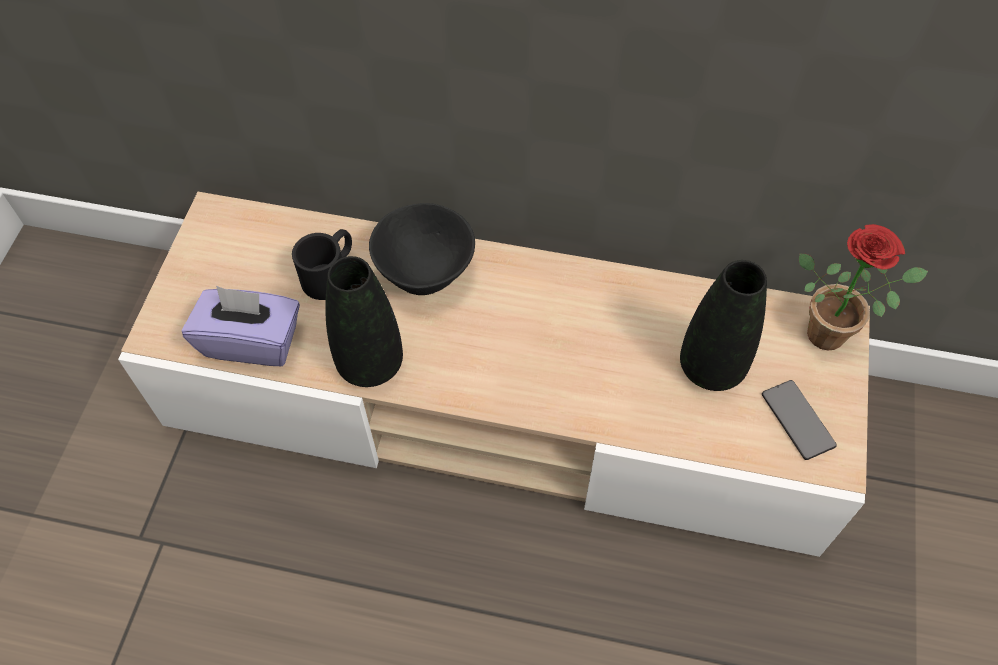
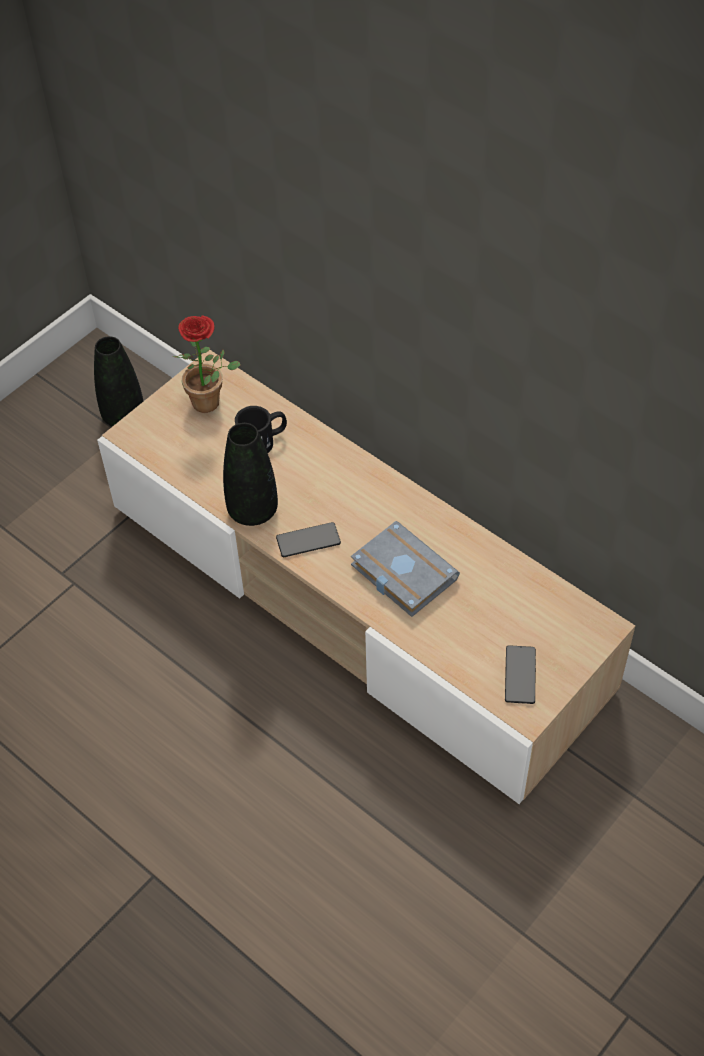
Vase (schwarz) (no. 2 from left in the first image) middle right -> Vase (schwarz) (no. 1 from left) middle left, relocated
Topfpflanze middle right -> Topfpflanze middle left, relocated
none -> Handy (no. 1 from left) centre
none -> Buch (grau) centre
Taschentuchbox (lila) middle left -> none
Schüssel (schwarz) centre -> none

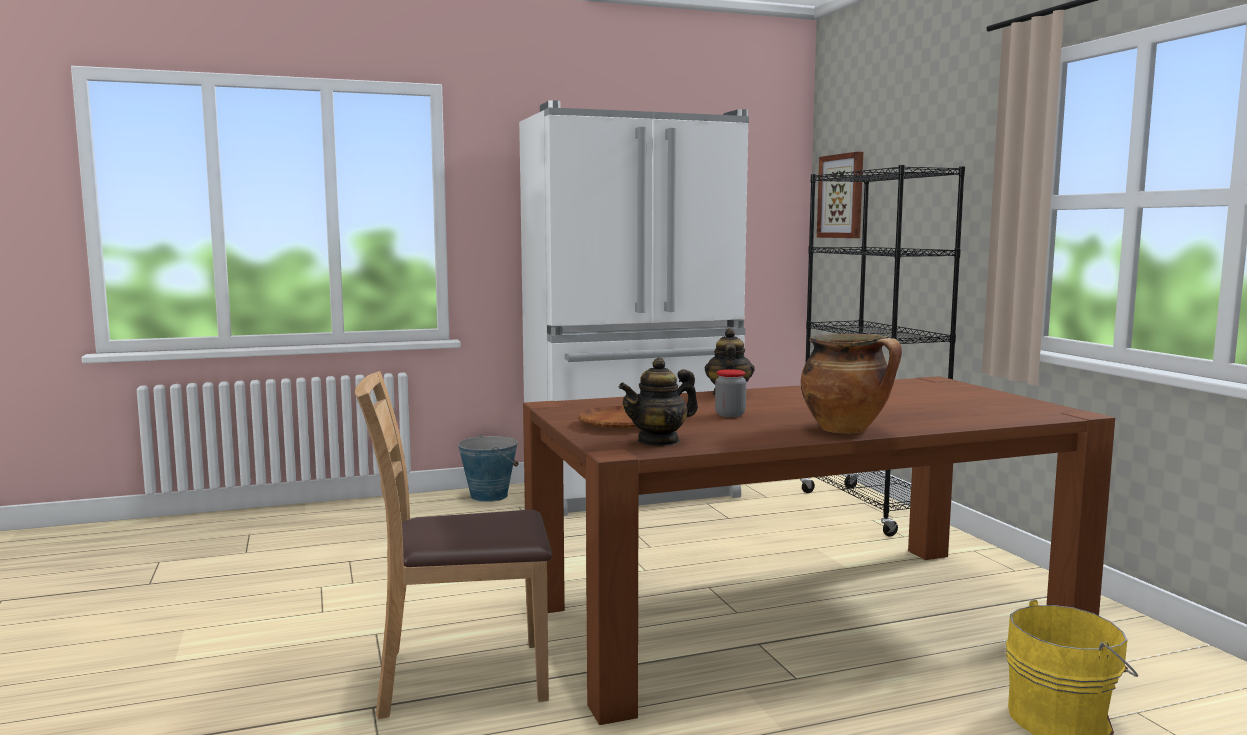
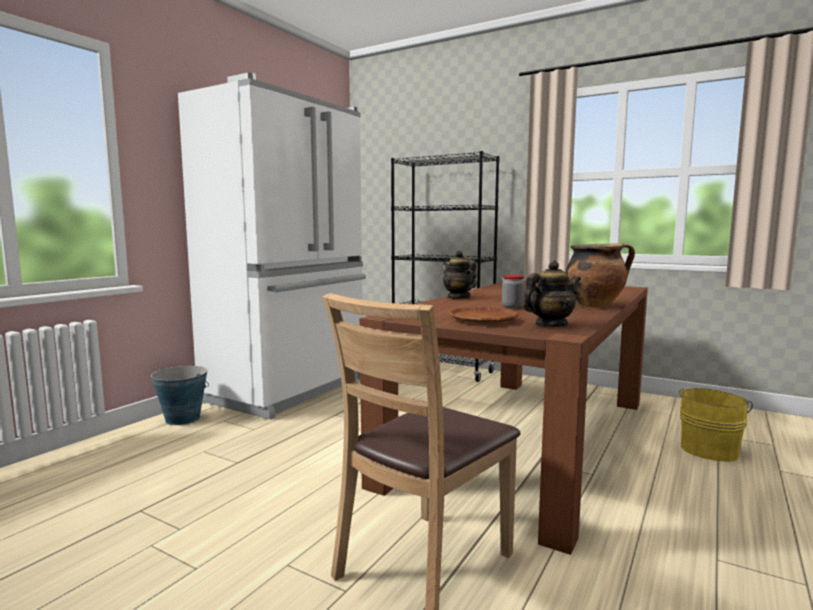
Teekanne (no. 1 from left in the first image) centre -> Teekanne (no. 2 from left) middle right, 135 degrees counterclockwise
Bild top right -> none

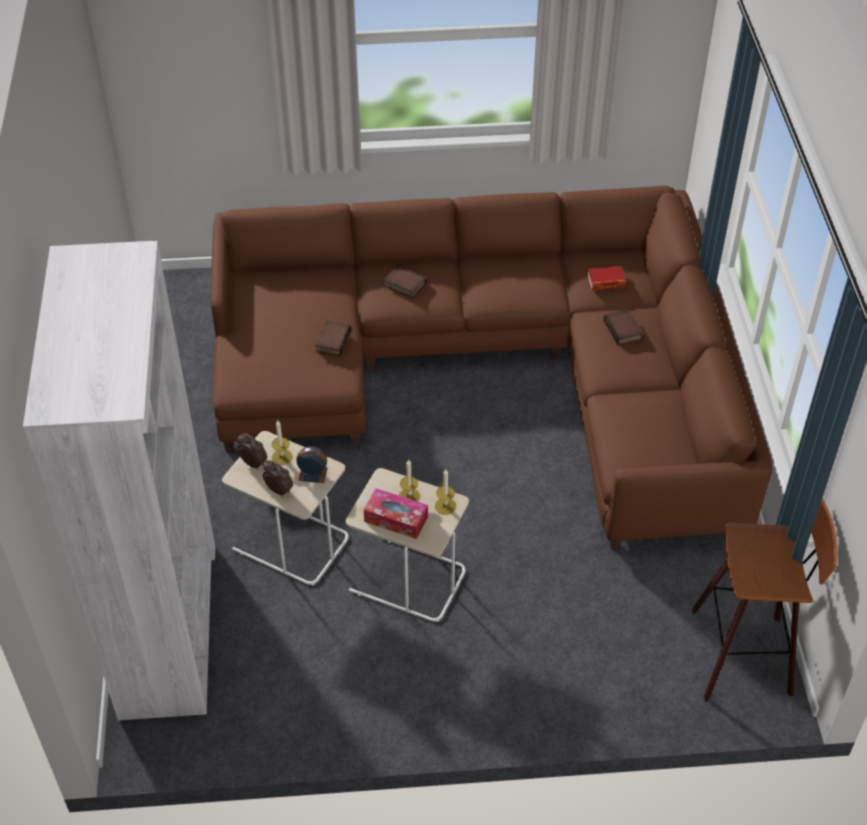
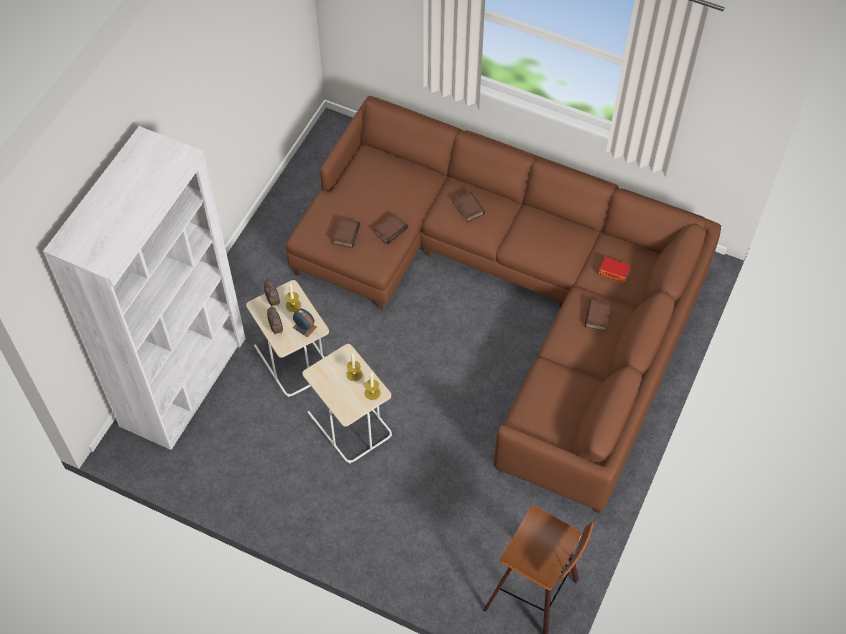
none -> Buch (no. 1 from left) centre
Taschentuchbox centre -> none

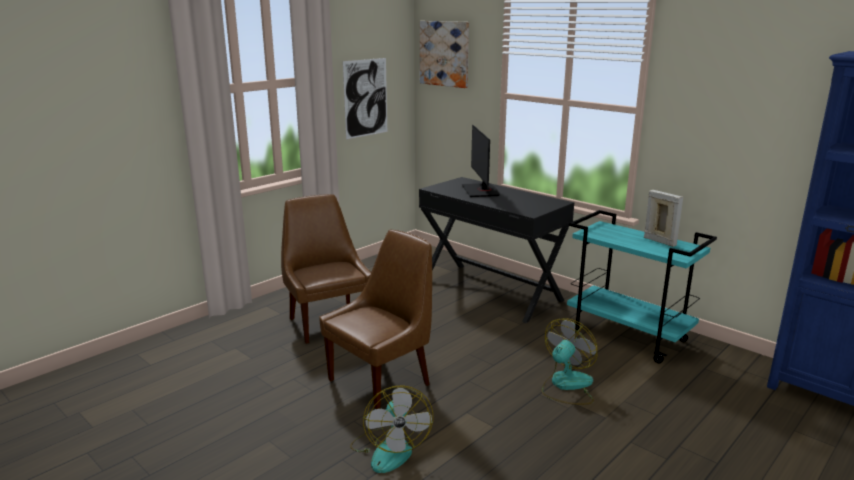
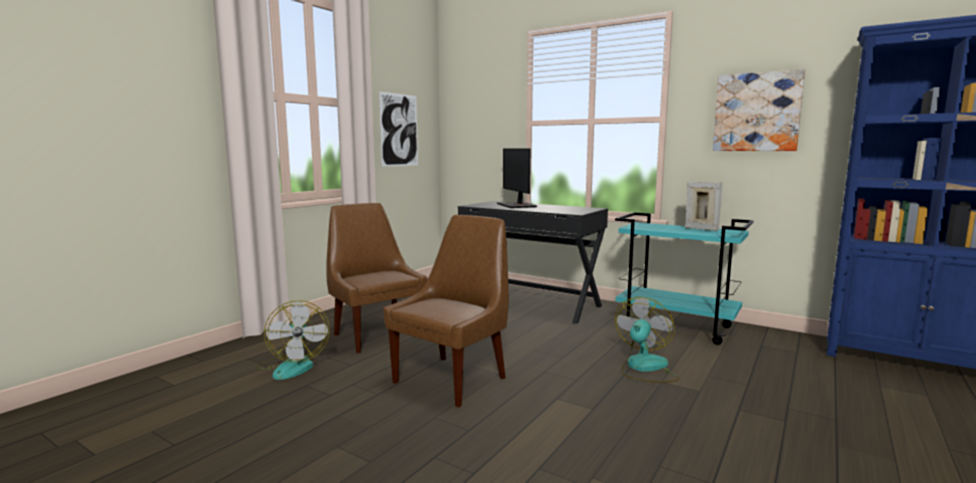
Ventilator (no. 1 from left) bottom centre -> Ventilator (no. 1 from left) bottom left, relocated
Bild (no. 2 from left) top centre -> Bild (no. 2 from left) top right, relocated

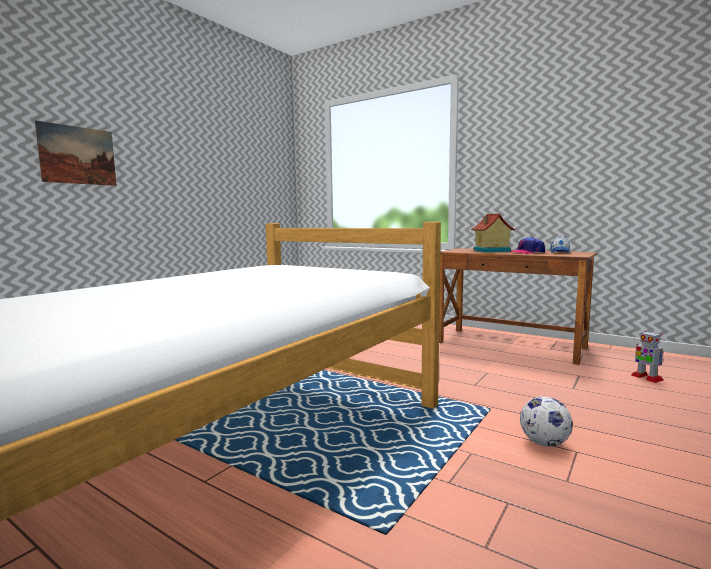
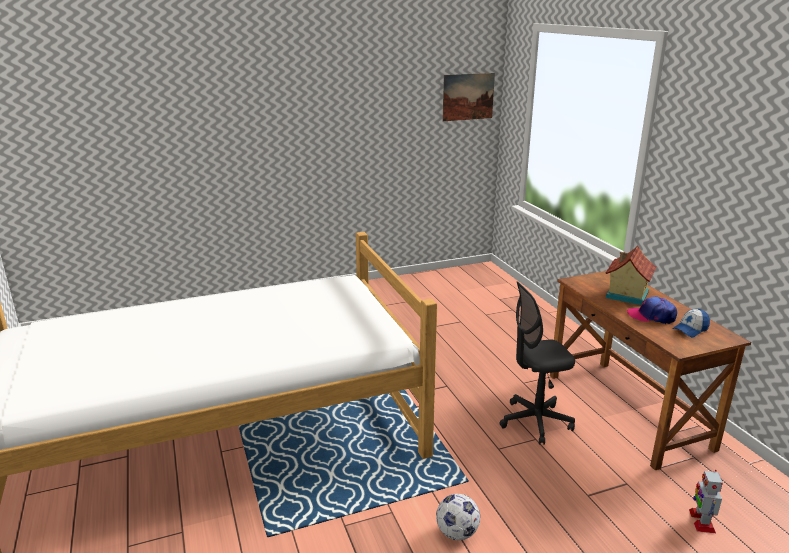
Bild top left -> Bild top centre, relocated
none -> Bürostuhl (grau) middle right

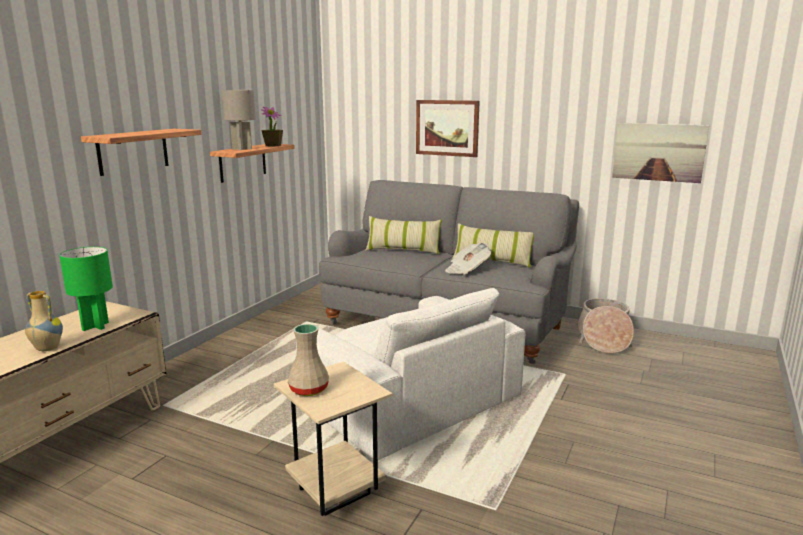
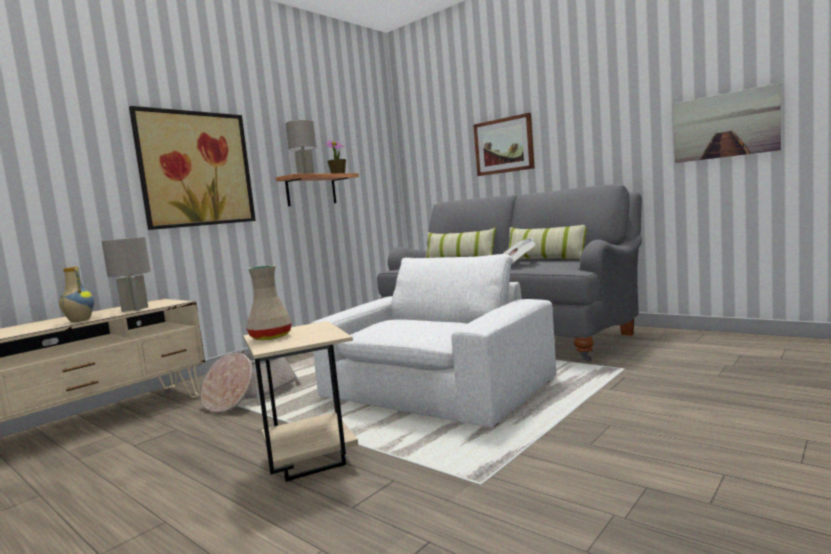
Tischlampe (grün) middle left -> Tischlampe (grau) (no. 1 from left) middle left
Wandregal (no. 1 from left) top left -> Bild (no. 1 from left) top left
Korb middle right -> Korb bottom left, relocated
Sessel (weiß) bottom centre -> Sessel (weiß) centre, 120 degrees counterclockwise

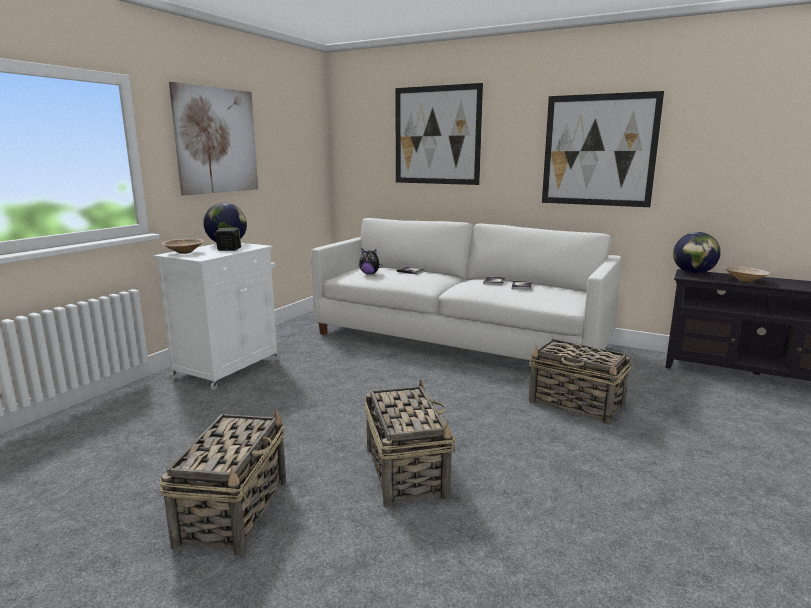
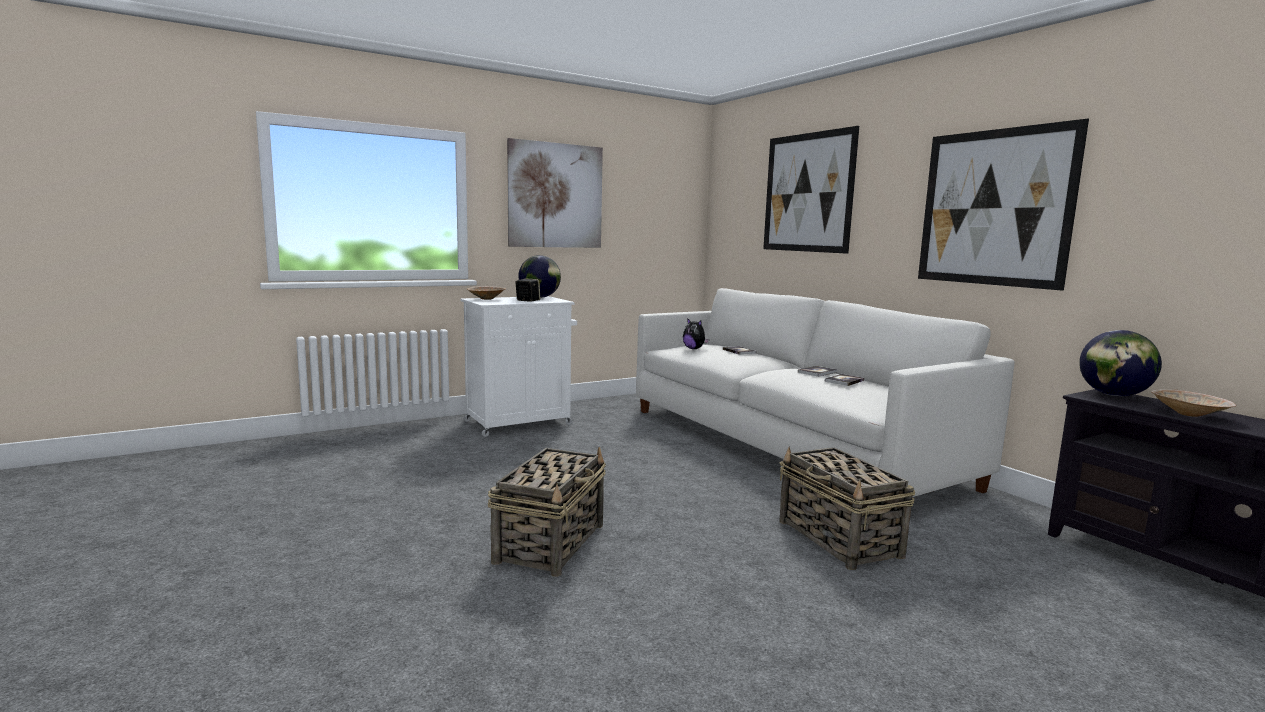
Korb (no. 1 from left) bottom left -> none

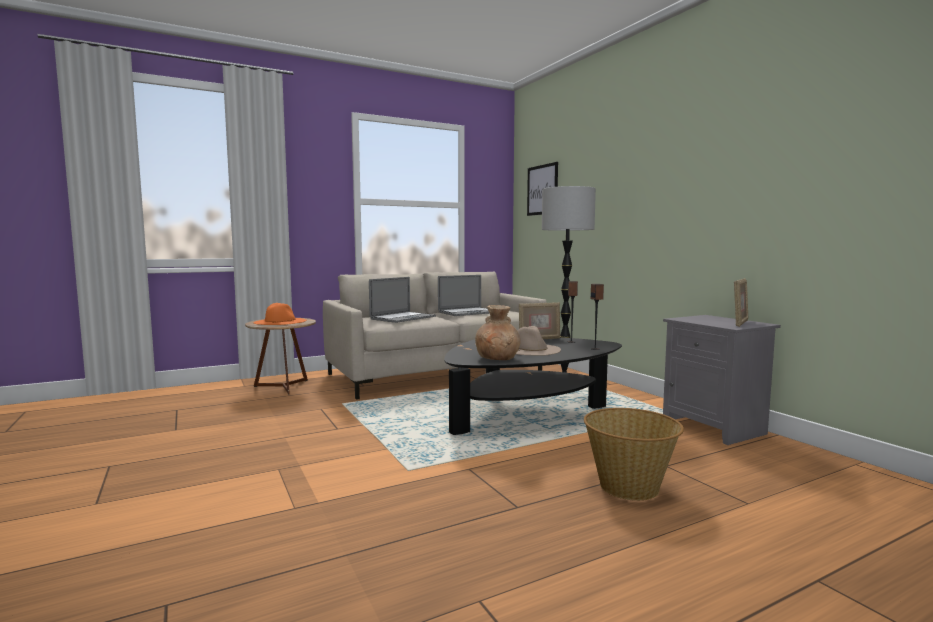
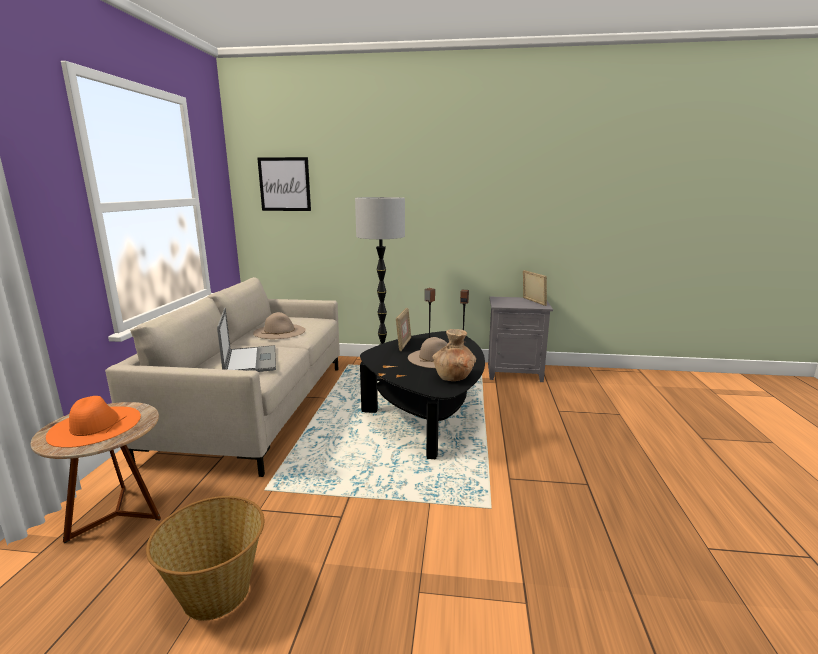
Korb bottom right -> Korb bottom left, relocated
Laptop (no. 2 from left) centre -> Hut (beige) (no. 1 from left) centre

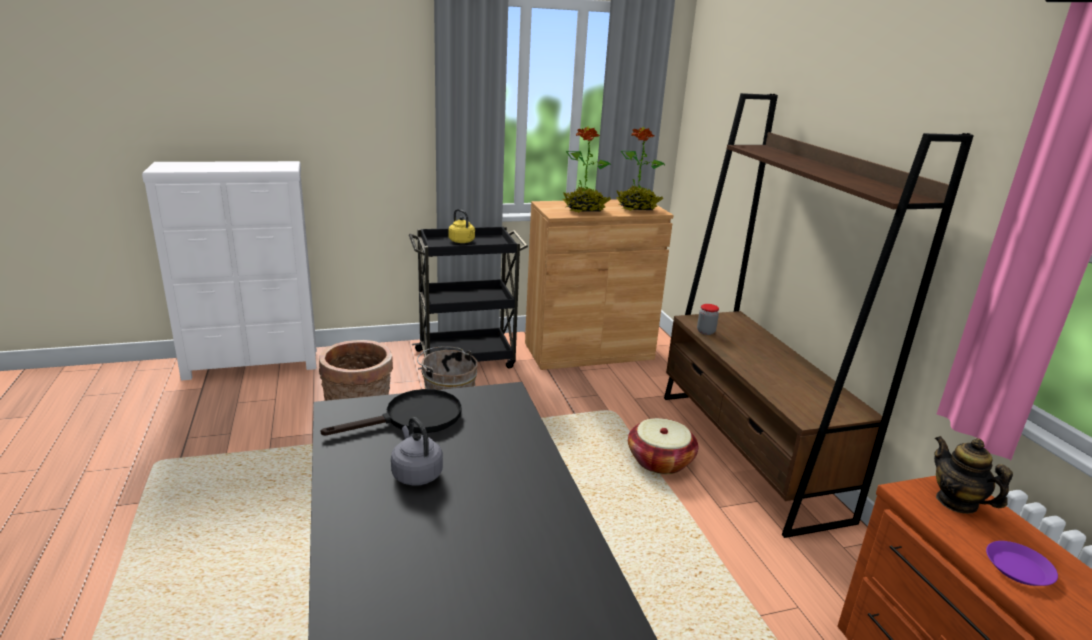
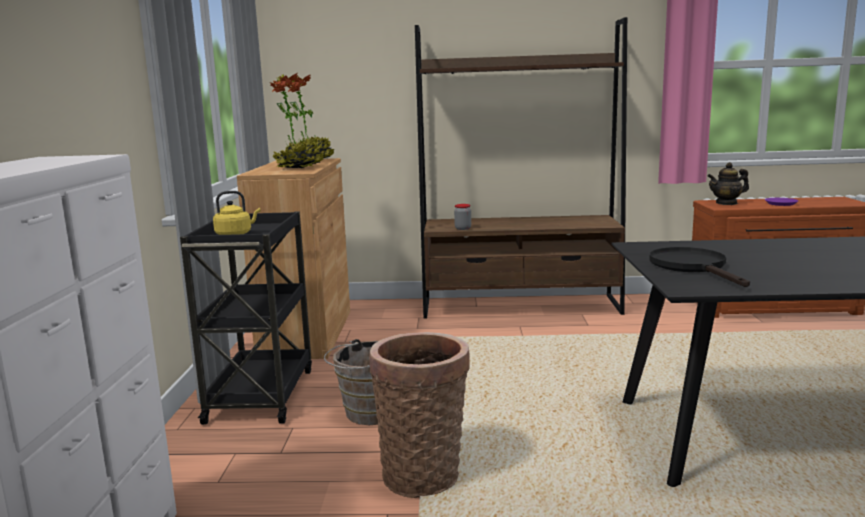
Wasserkessel (grau) bottom centre -> none
Korb (no. 2 from left) bottom centre -> none

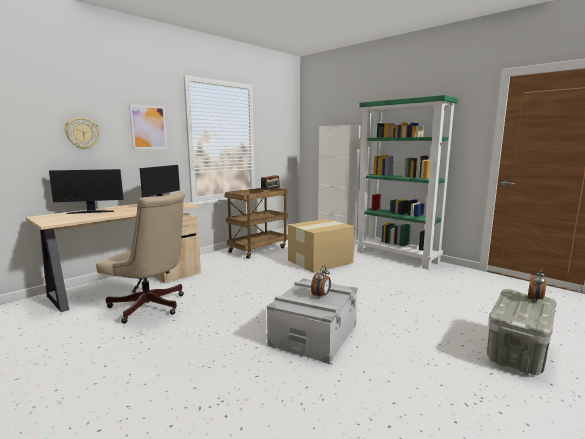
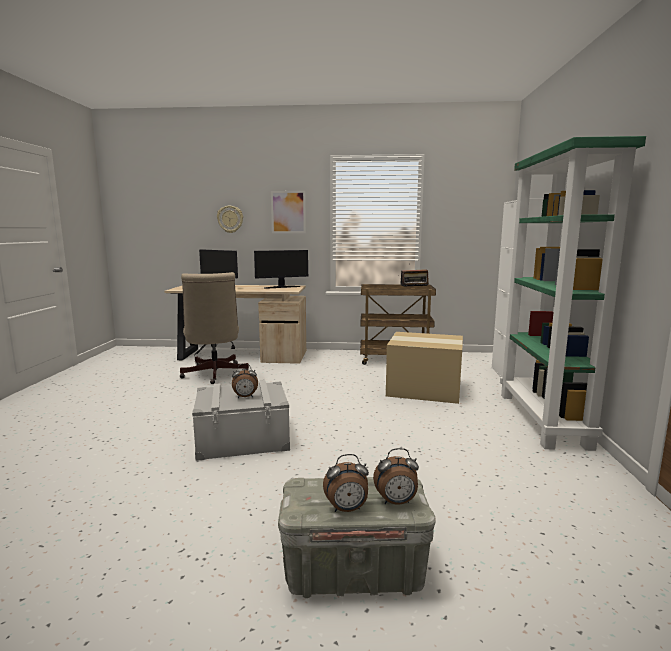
none -> Wecker (no. 2 from left) bottom centre

